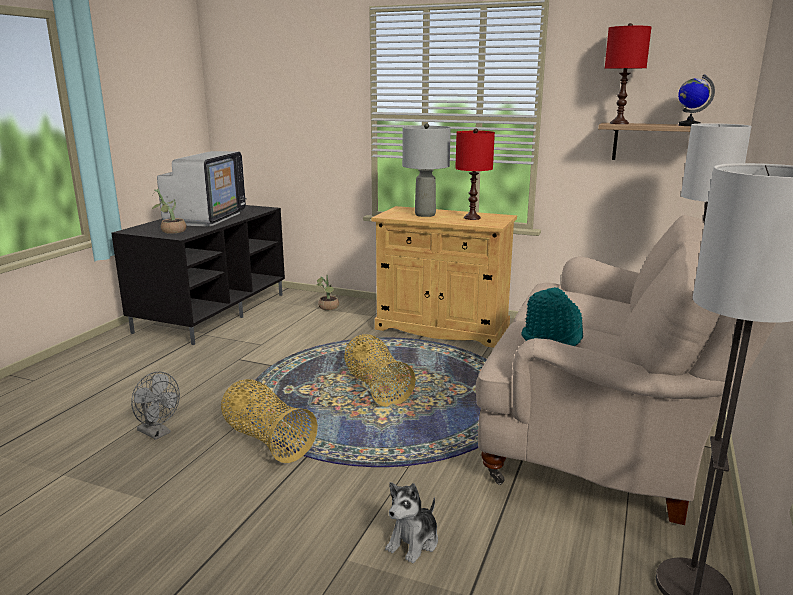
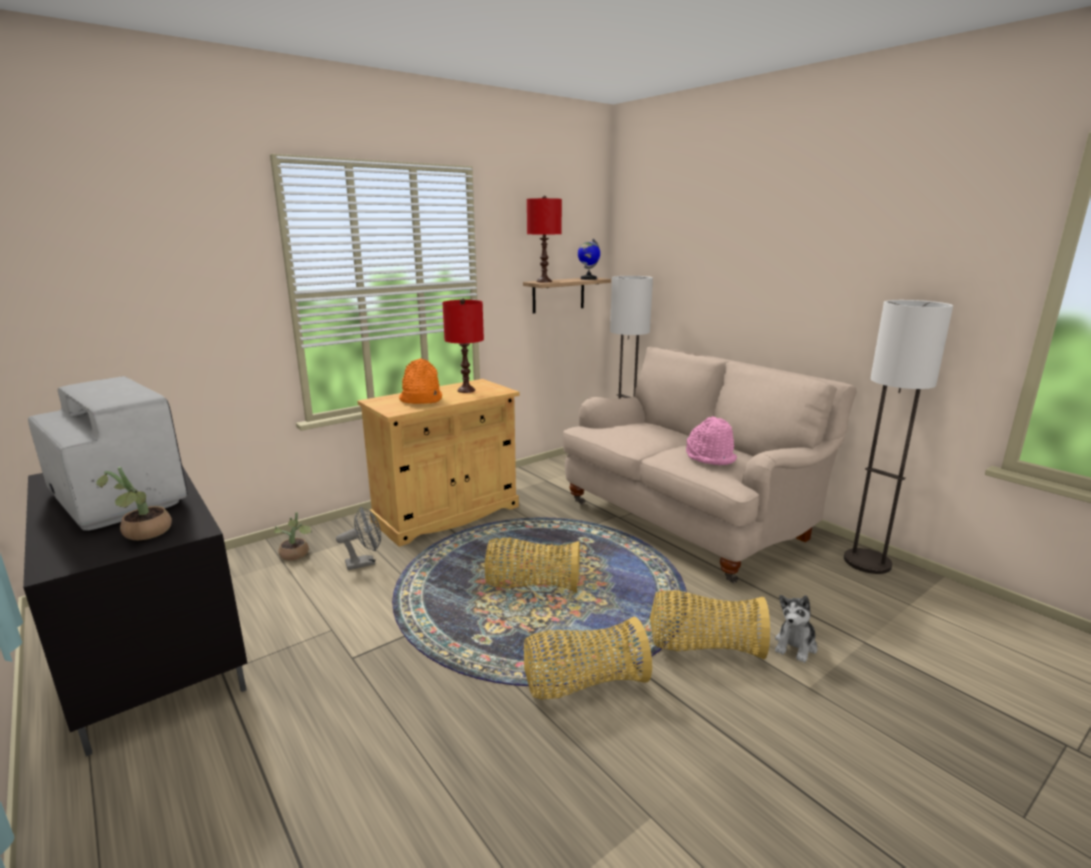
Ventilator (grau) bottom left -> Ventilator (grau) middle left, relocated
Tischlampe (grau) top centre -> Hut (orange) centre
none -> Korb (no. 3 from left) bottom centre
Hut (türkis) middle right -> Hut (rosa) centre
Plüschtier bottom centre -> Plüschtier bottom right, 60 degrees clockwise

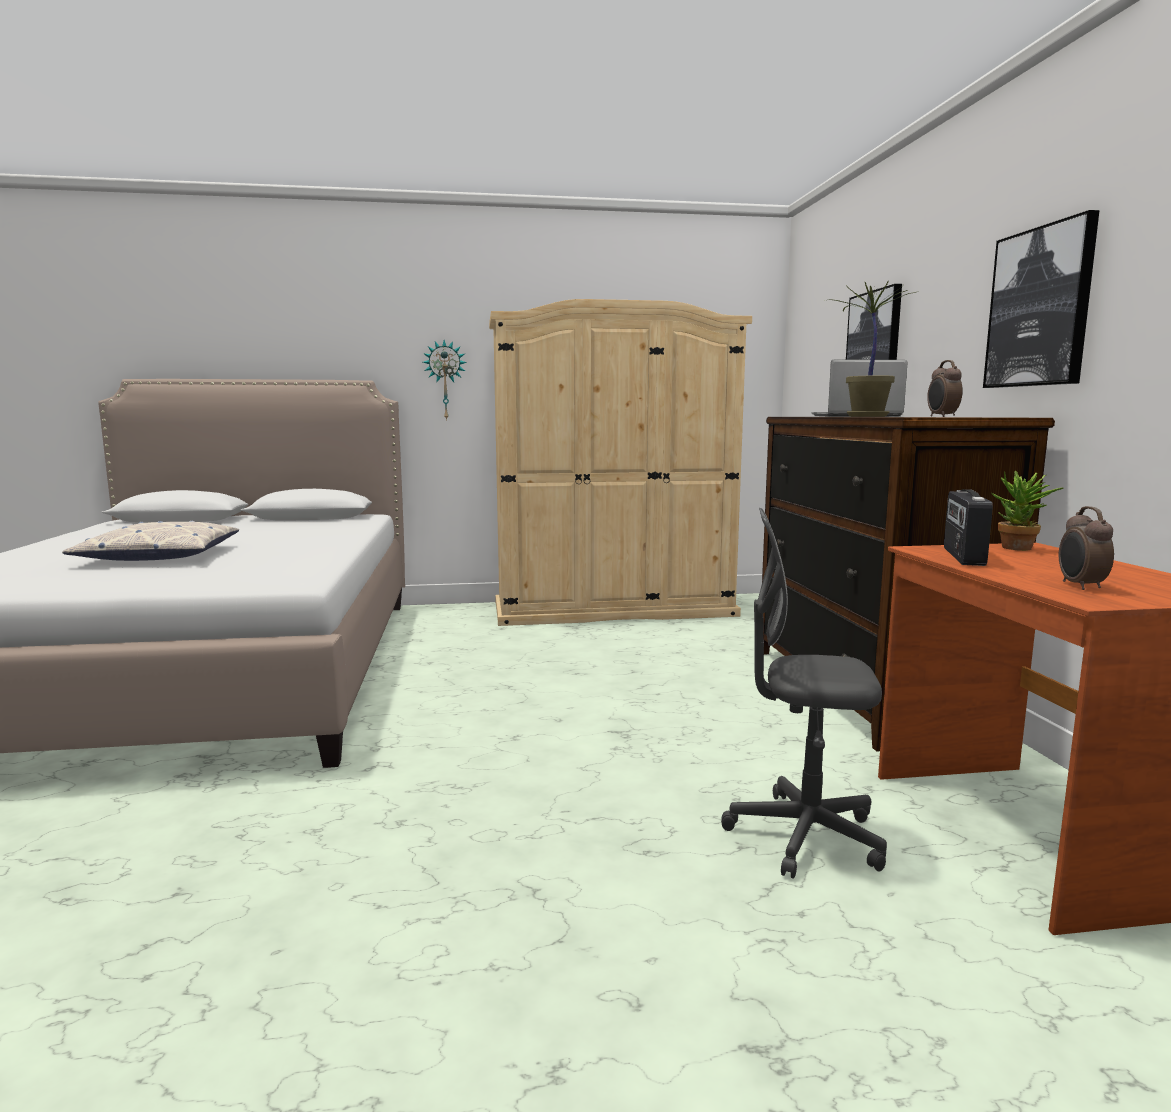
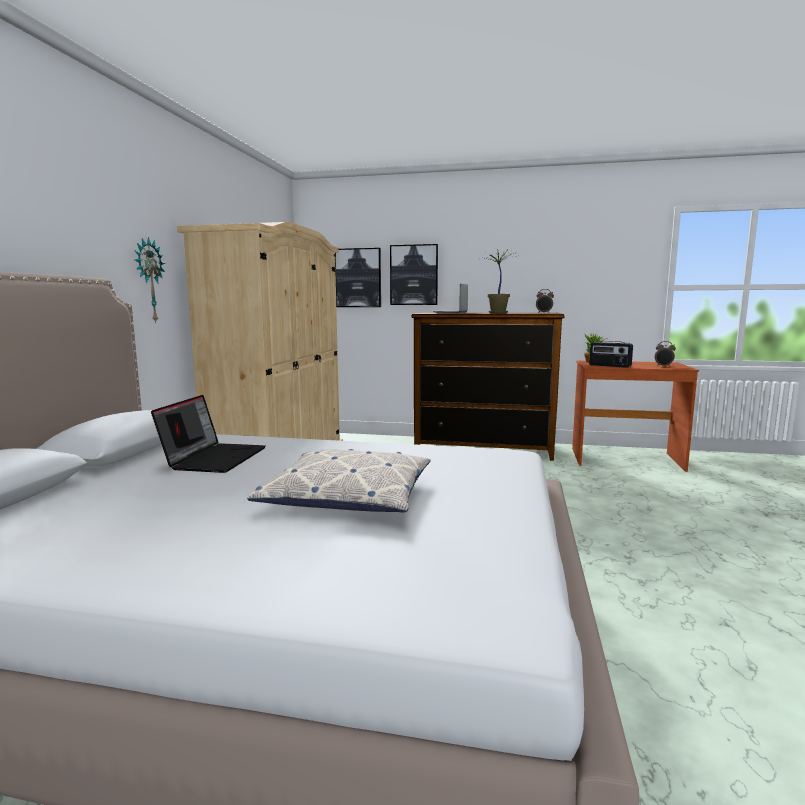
none -> Laptop (no. 1 from left) middle left
Bild (no. 2 from left in the first image) top right -> Bild (no. 1 from left) centre, relocated
Bürostuhl (grau) middle right -> none

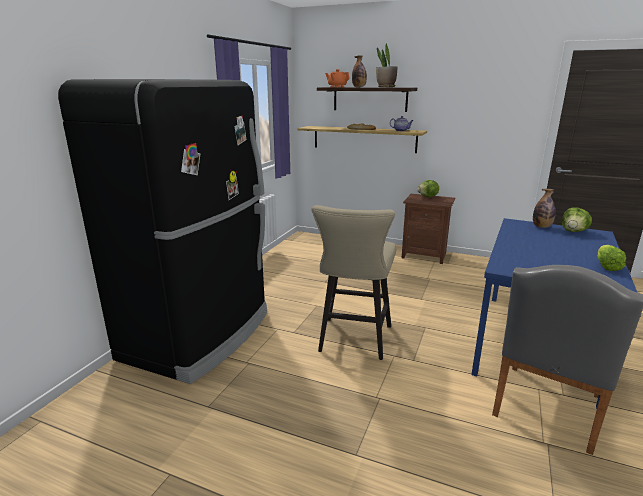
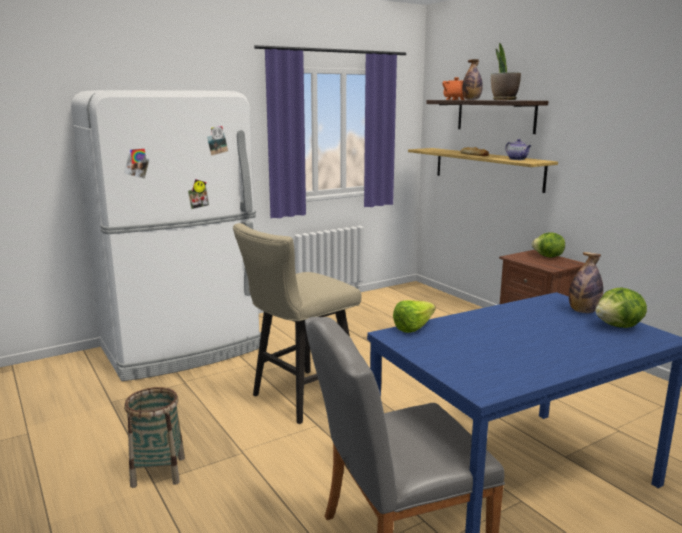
Kühlschrank (schwarz) middle left -> Kühlschrank (weiß) middle left
none -> Korb bottom left
Salatkopf (no. 3 from left in the first image) middle right -> Salatkopf (no. 1 from left) centre, relocated

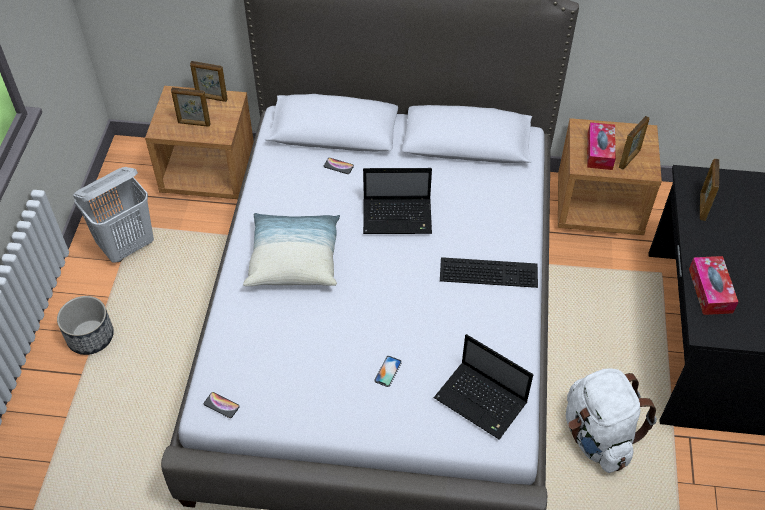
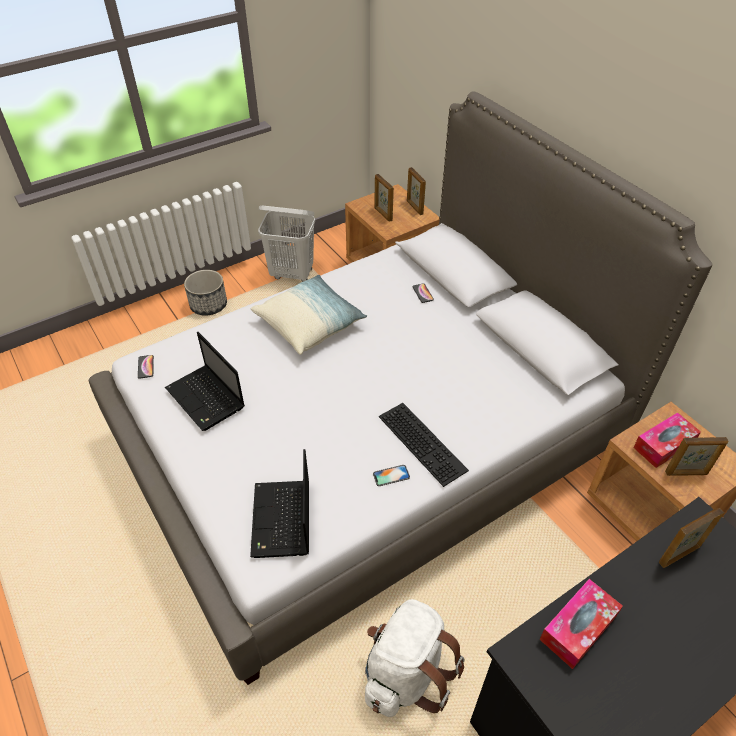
Laptop (no. 1 from left) centre -> Laptop (no. 1 from left) middle left, relocated
Handy (no. 3 from left in the first image) bottom centre -> Handy (no. 2 from left) centre, relocated

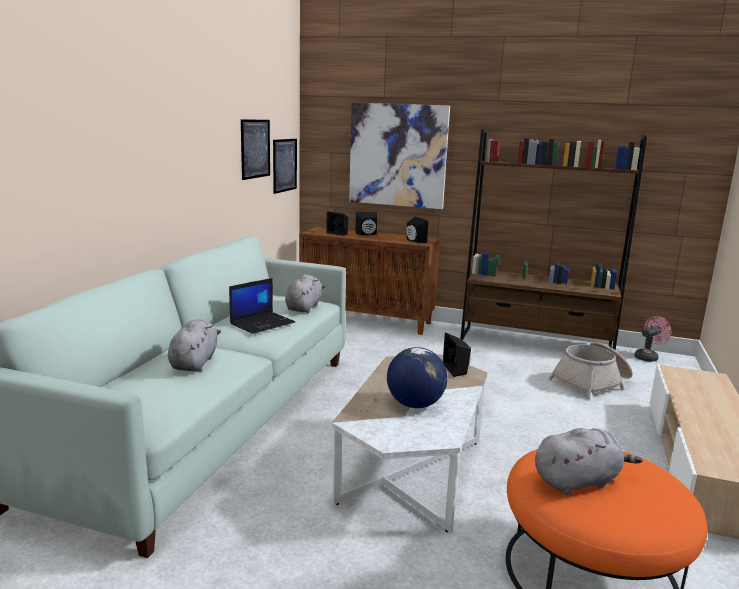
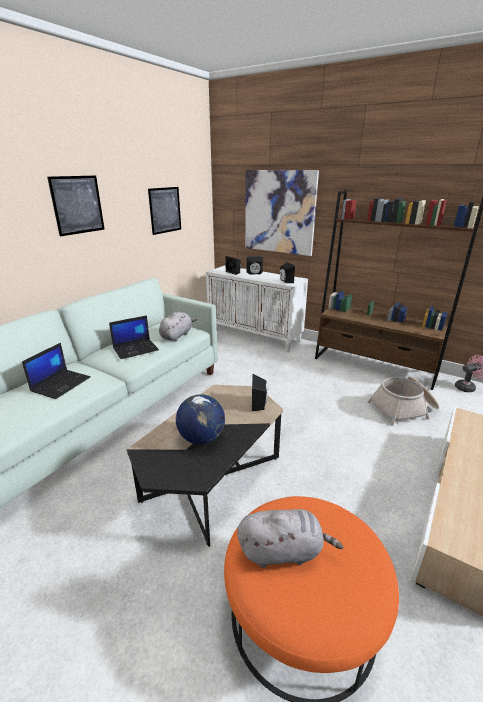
Plüschtier (grau) (no. 1 from left) middle left -> Laptop (no. 1 from left) middle left
Bild (no. 2 from left in the first image) top centre -> Bild (no. 1 from left) top left, relocated
Couchtisch (weiß) bottom centre -> Couchtisch (schwarz) centre
Schrank (braun) centre -> Schrank (weiß) centre

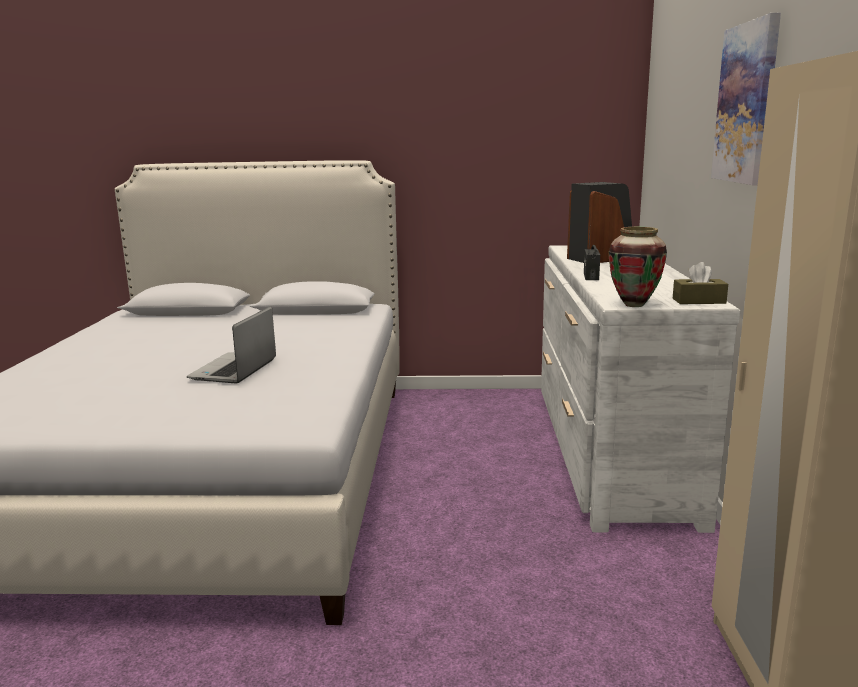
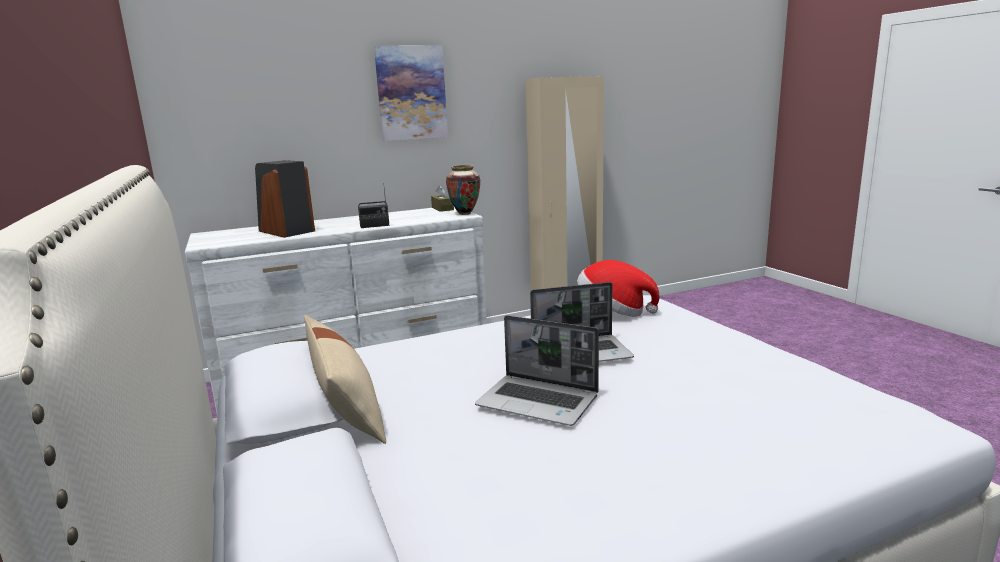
none -> Kissen (beige) bottom centre
none -> Laptop (no. 1 from left) centre
none -> Hut centre

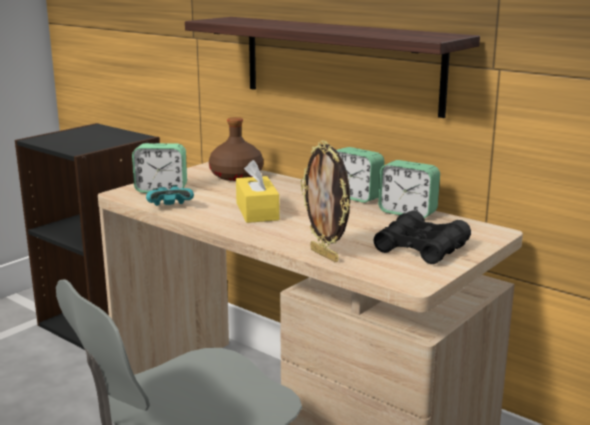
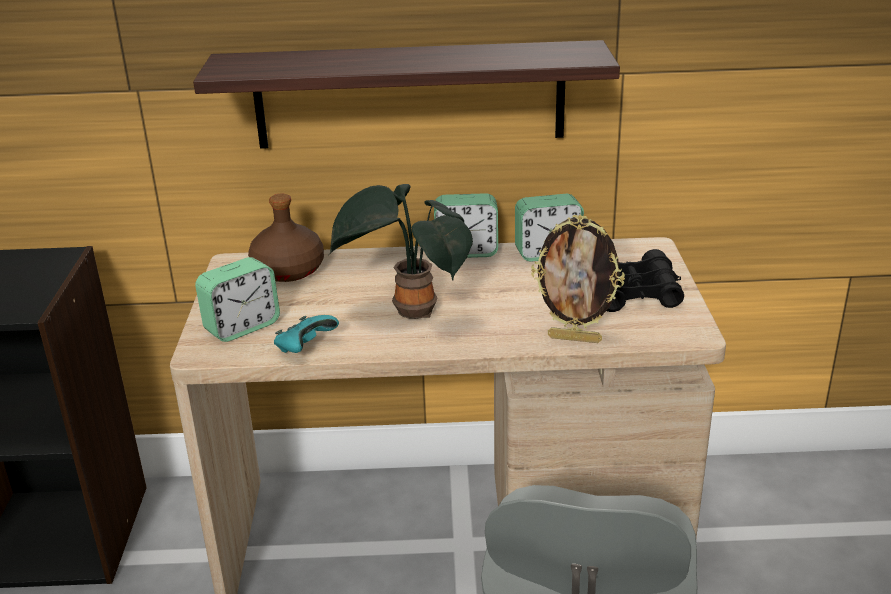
Taschentuchbox (gelb) centre -> Topfpflanze centre

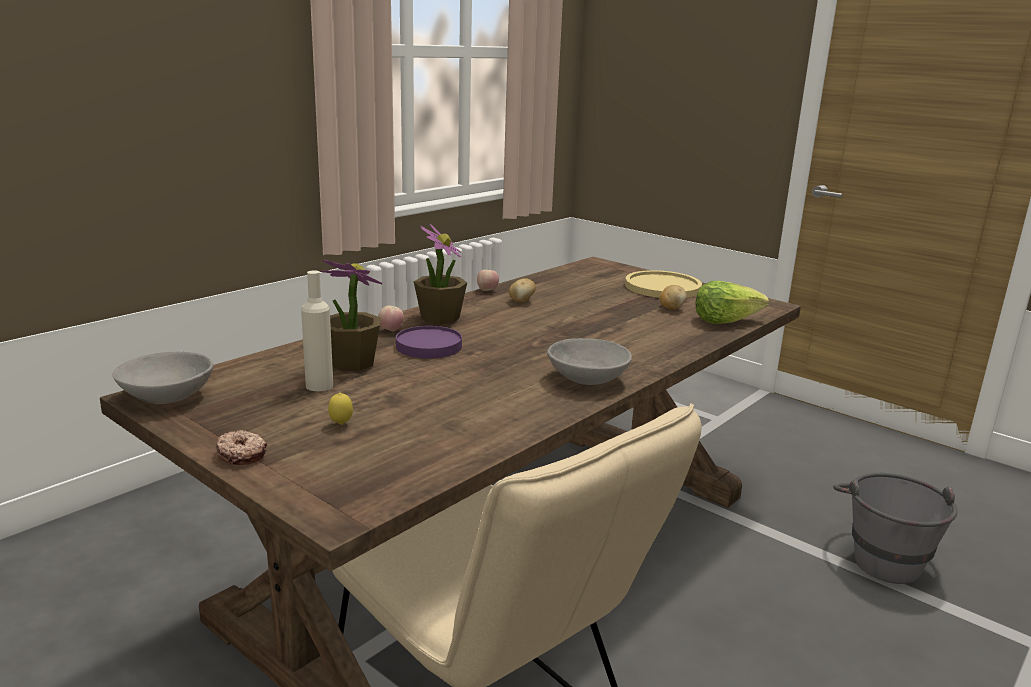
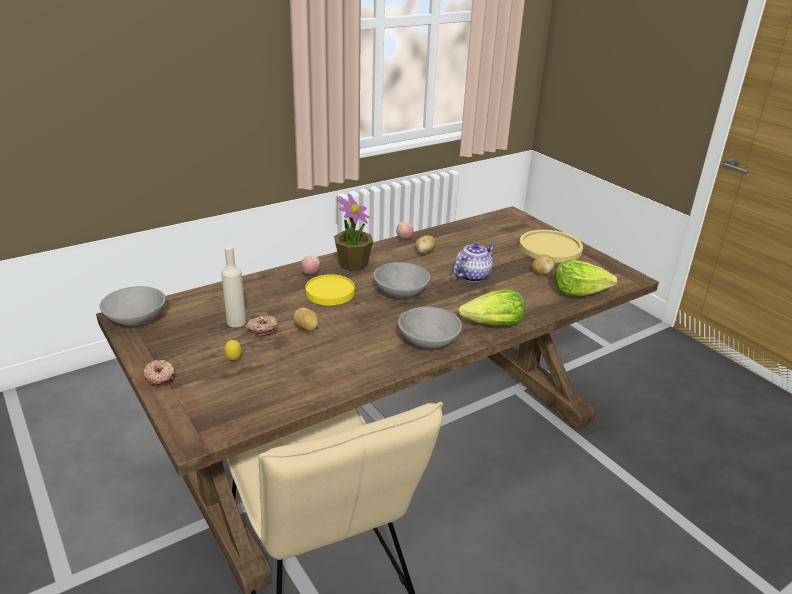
none -> Donut (no. 2 from left) middle left
none -> Kartoffel (no. 1 from left) centre
Teller (lila) centre -> Teller (gelb) (no. 1 from left) centre
none -> Schüssel (grau) (no. 2 from left) centre
none -> Teekanne centre
none -> Salatkopf (no. 1 from left) centre
Topfpflanze (no. 1 from left) centre -> none
Eimer (grau) bottom right -> none

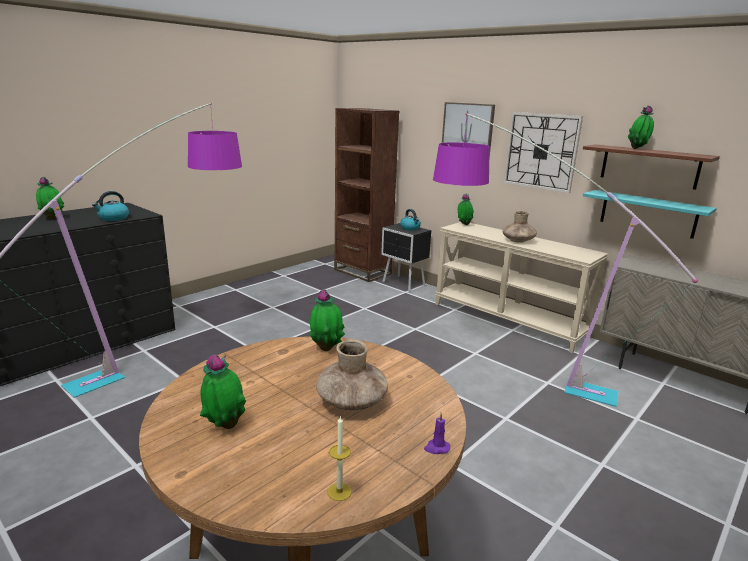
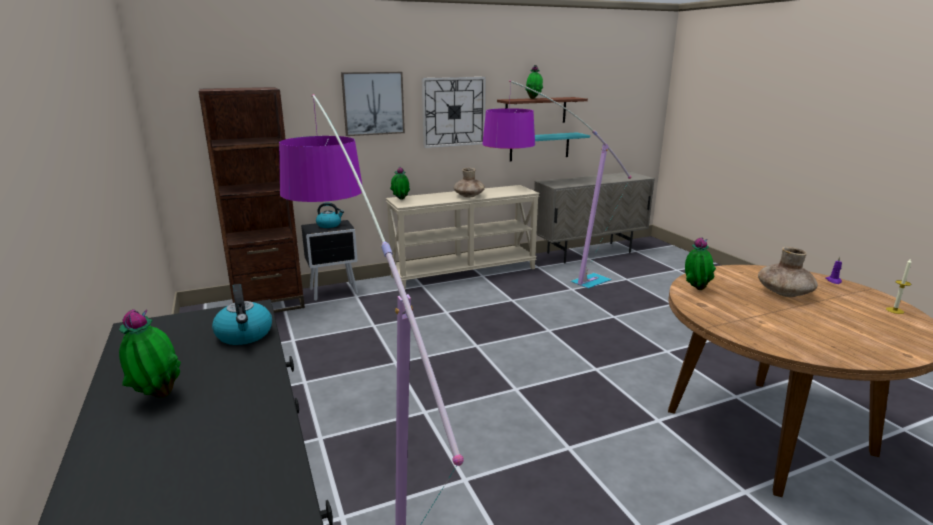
Topfpflanze (no. 2 from left) bottom left -> none

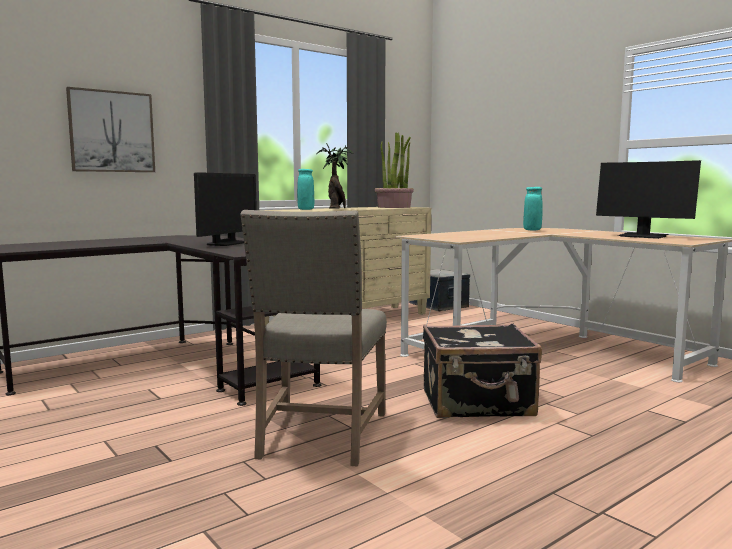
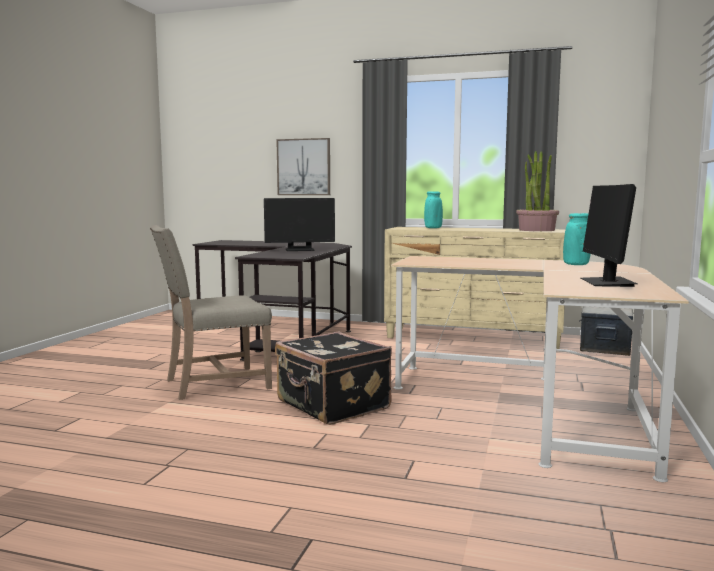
Topfpflanze (no. 1 from left) top centre -> none

